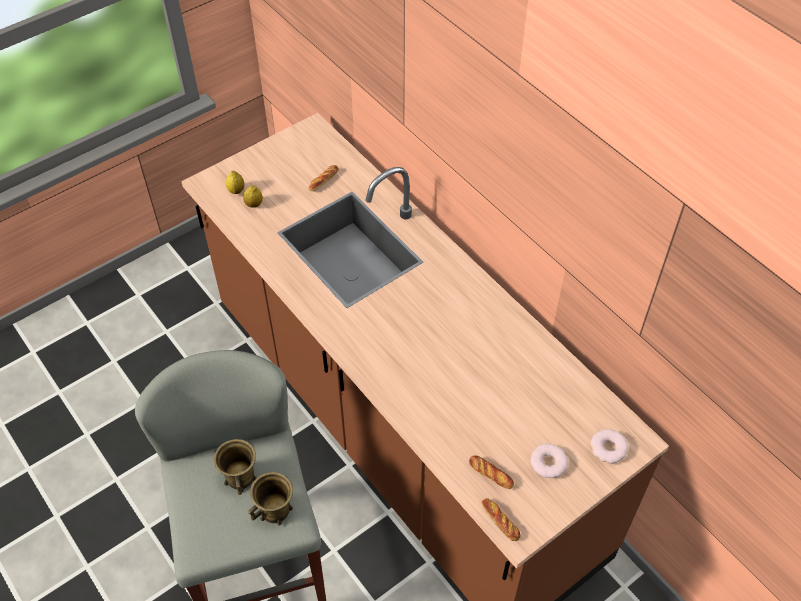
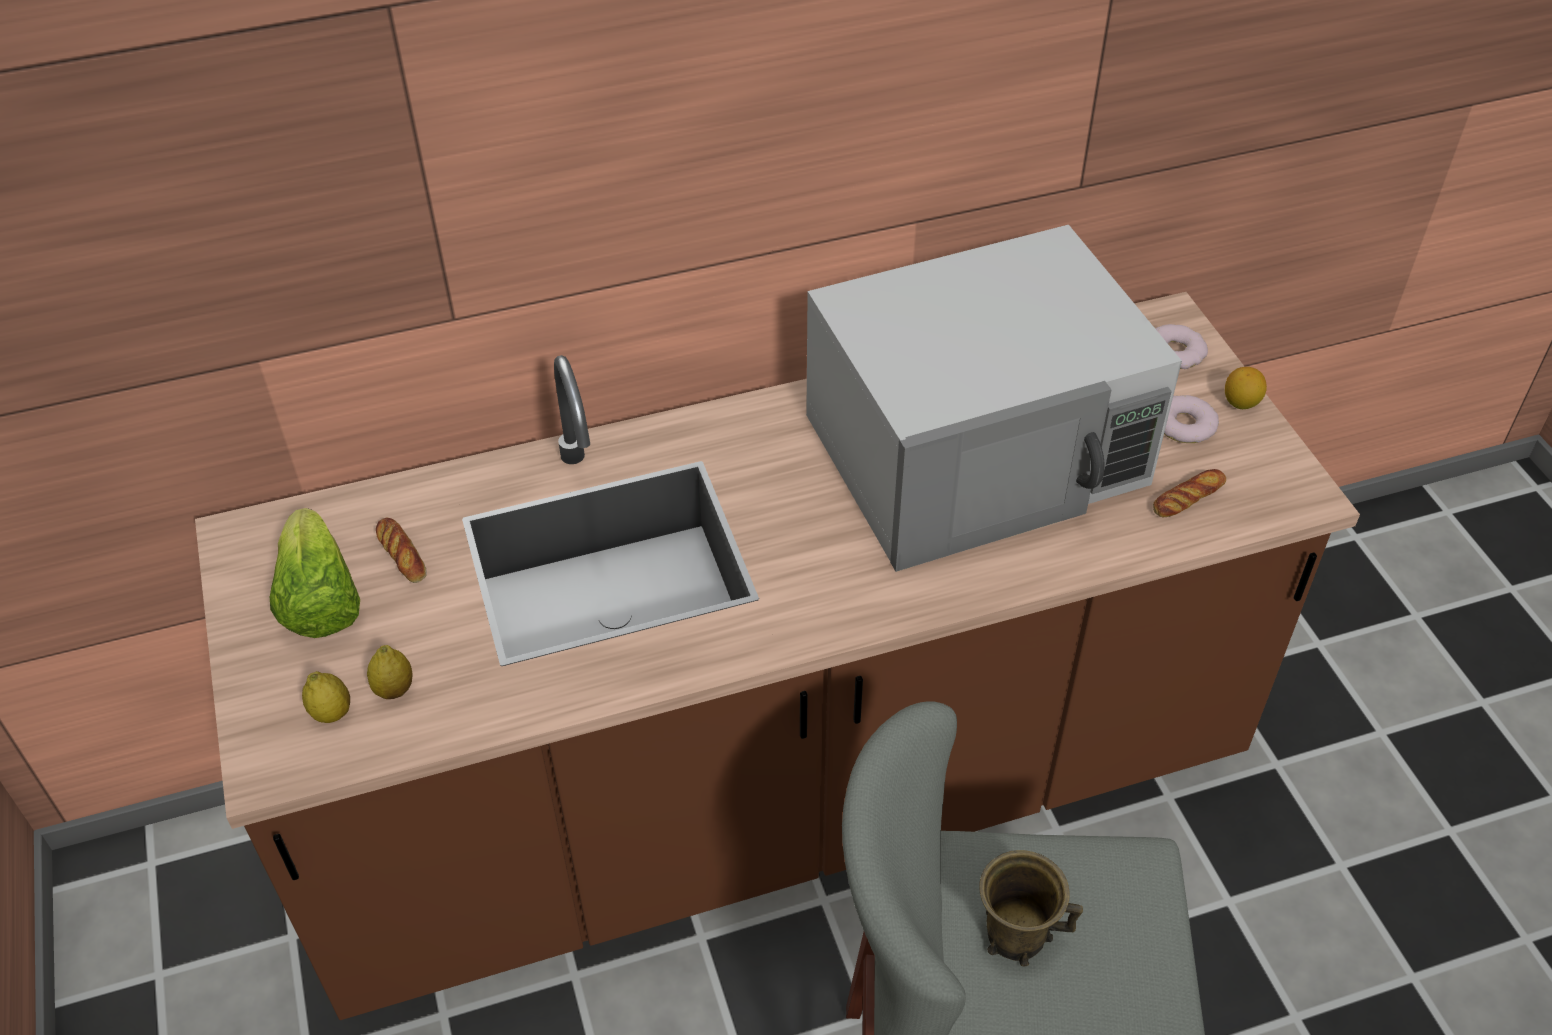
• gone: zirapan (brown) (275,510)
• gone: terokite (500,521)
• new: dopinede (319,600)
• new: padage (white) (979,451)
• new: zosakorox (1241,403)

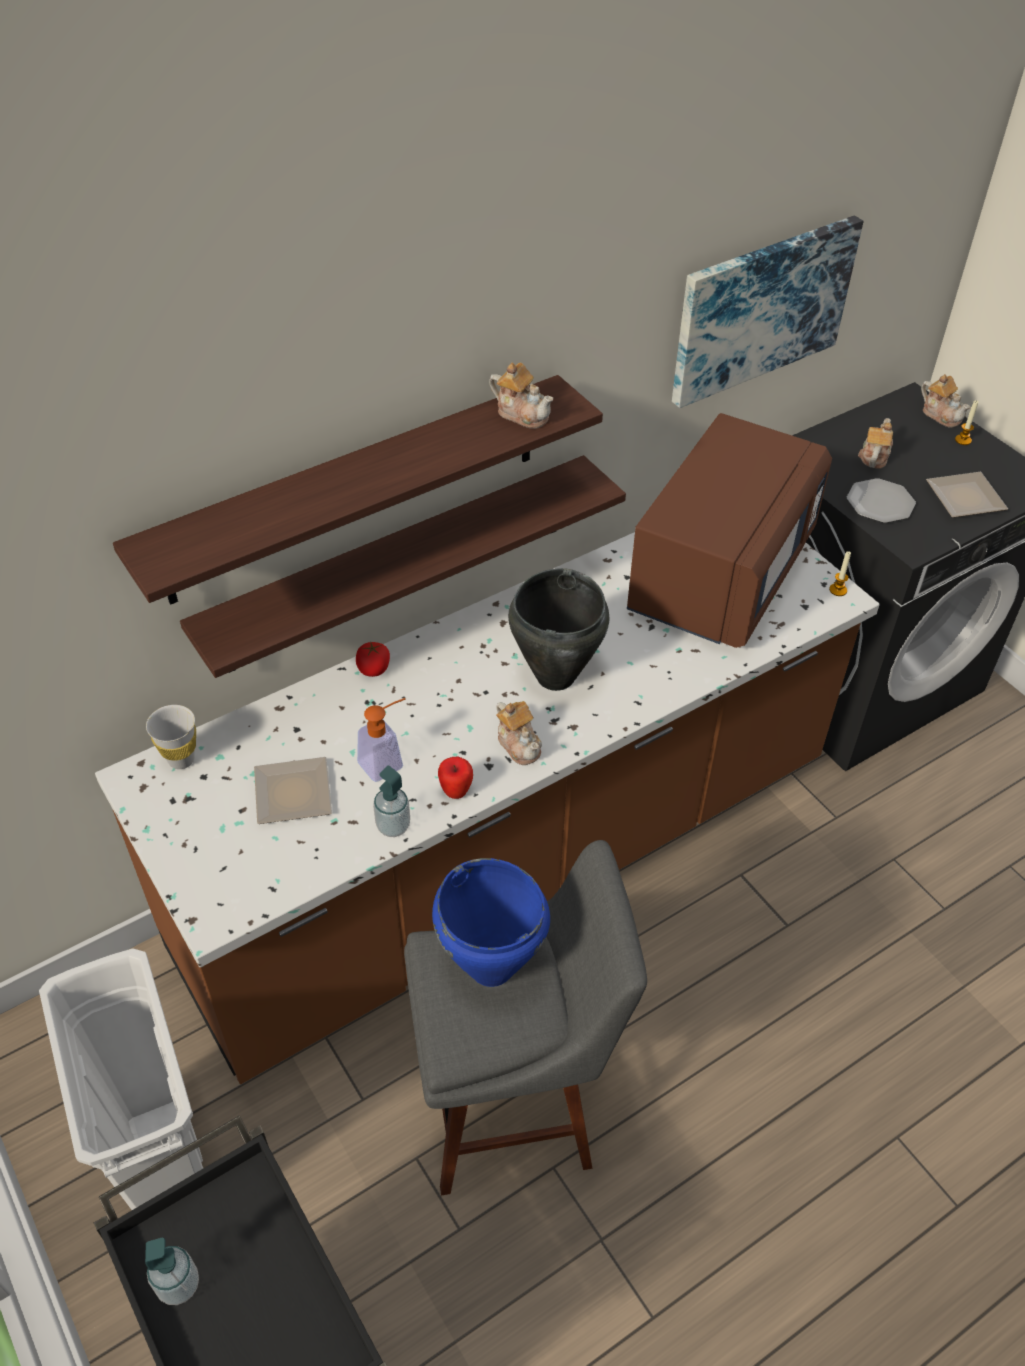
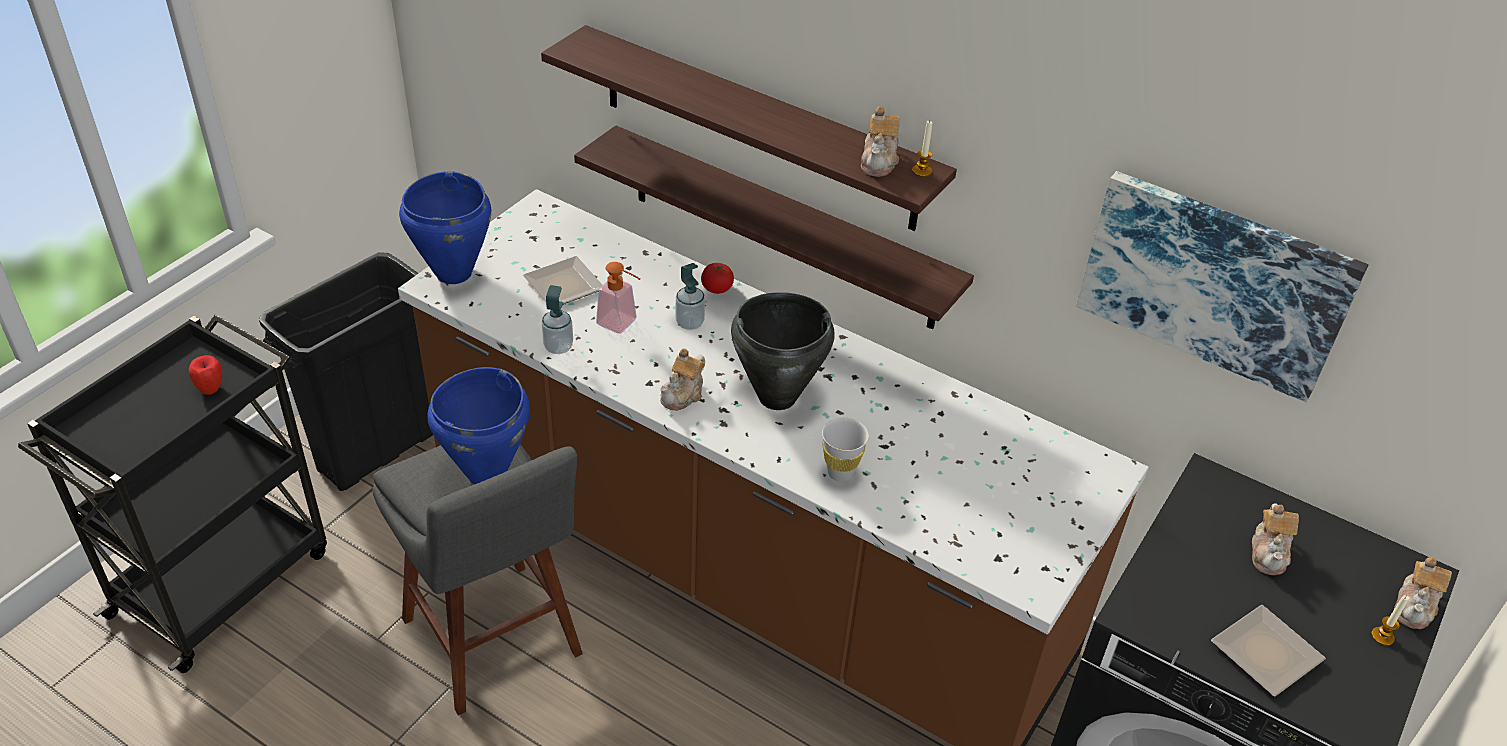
• repainted: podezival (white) (169,1164) to podezival (black) (377,451)
• shifted: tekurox (178,1285) to (690,323)
• shifted: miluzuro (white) (181,759) to (840,473)
• shifted: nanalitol (456,791) to (211,389)
• gone: padage (brown) (719,575)
• shifted: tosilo (838,590) to (922,171)
• gone: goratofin (880,503)
• rotated: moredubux (874,456) = (1269,553) 105 degrees clockwise
• new: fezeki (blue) (453,273)

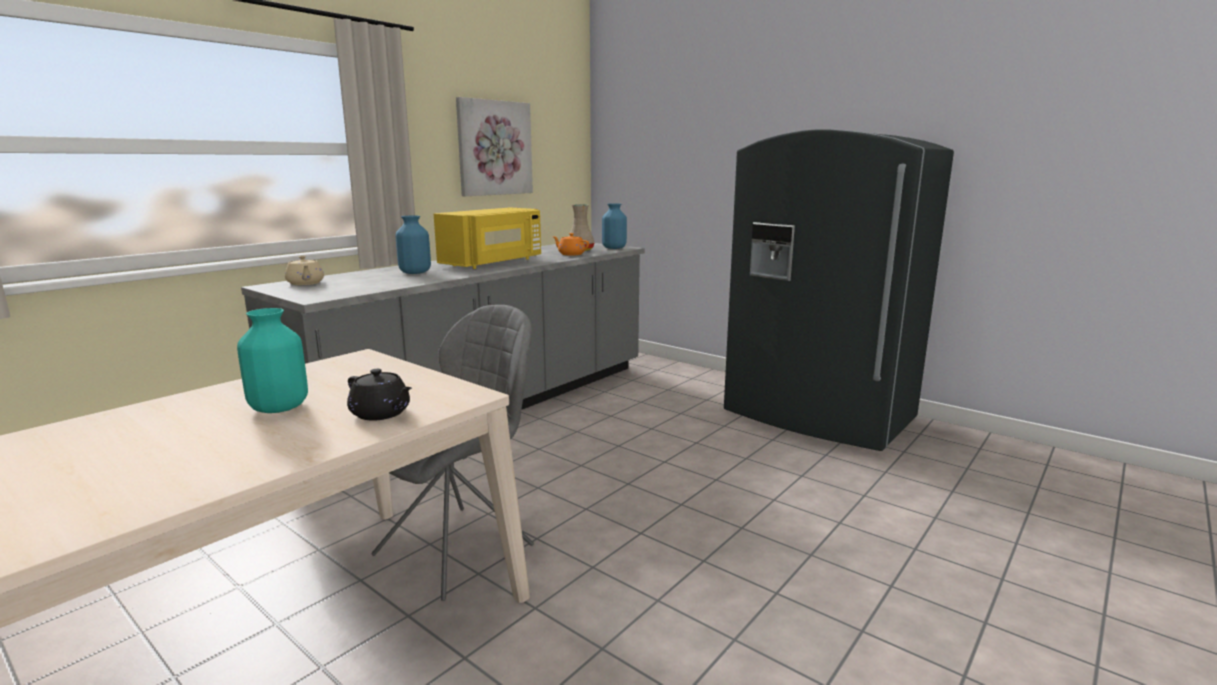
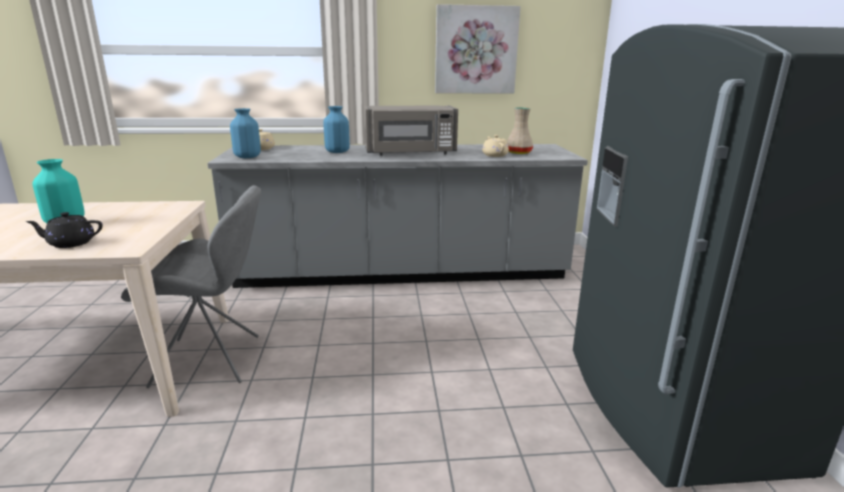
• rotated: moredubux (black) (381,413) = (70,243) 90 degrees clockwise
• repainted: padage (yellow) (494,263) to padage (grey) (410,153)
• repainted: moredubux (orange) (570,254) to moredubux (beige) (494,155)
• shifted: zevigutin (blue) (613,248) to (247,157)

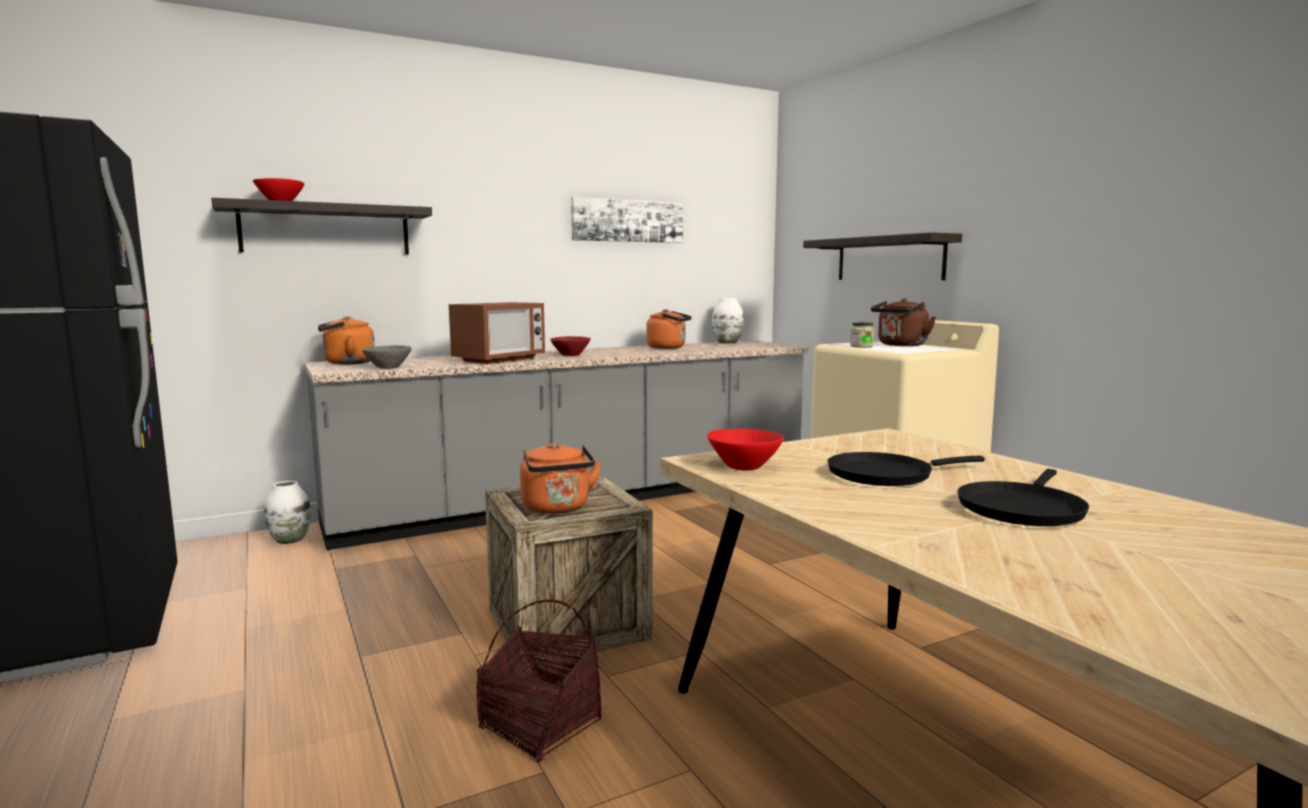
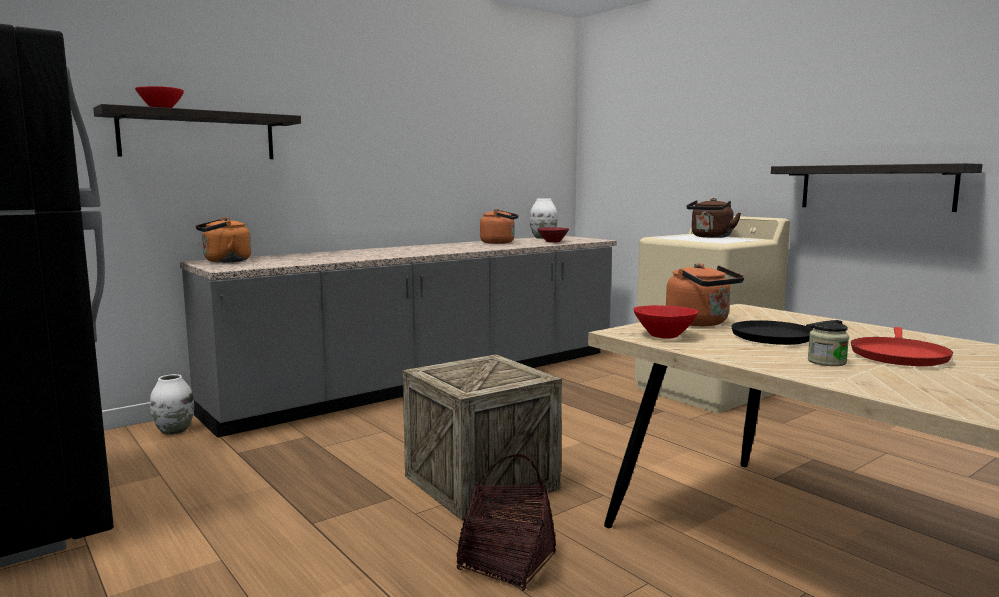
• gone: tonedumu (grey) (387,367)
• gone: padage (499,360)
• shifted: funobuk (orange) (557,508) to (700,323)
• shifted: tonedumu (red) (570,355) to (552,242)
• gone: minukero (627,221)
• shifted: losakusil (889,259) to (875,187)
• shifted: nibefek (861,346) to (826,362)
• repainted: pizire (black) (1021,508) to pizire (red) (898,355)

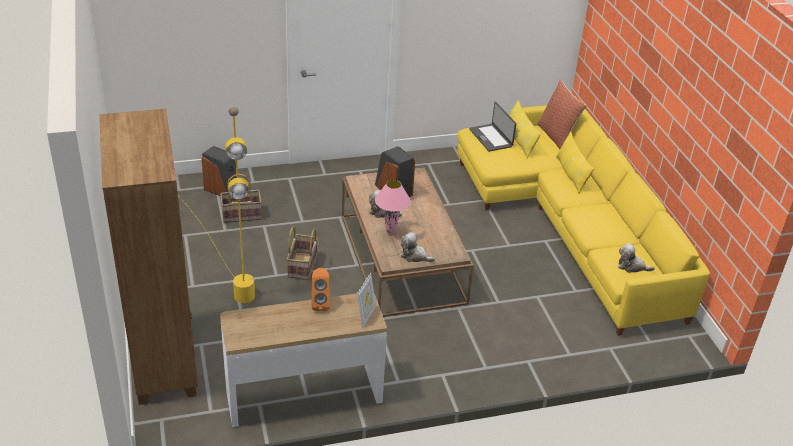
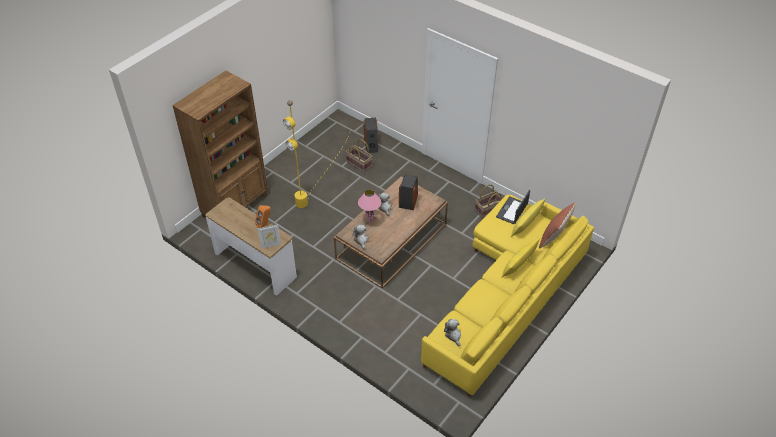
• shifted: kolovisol (303,266) to (488,210)

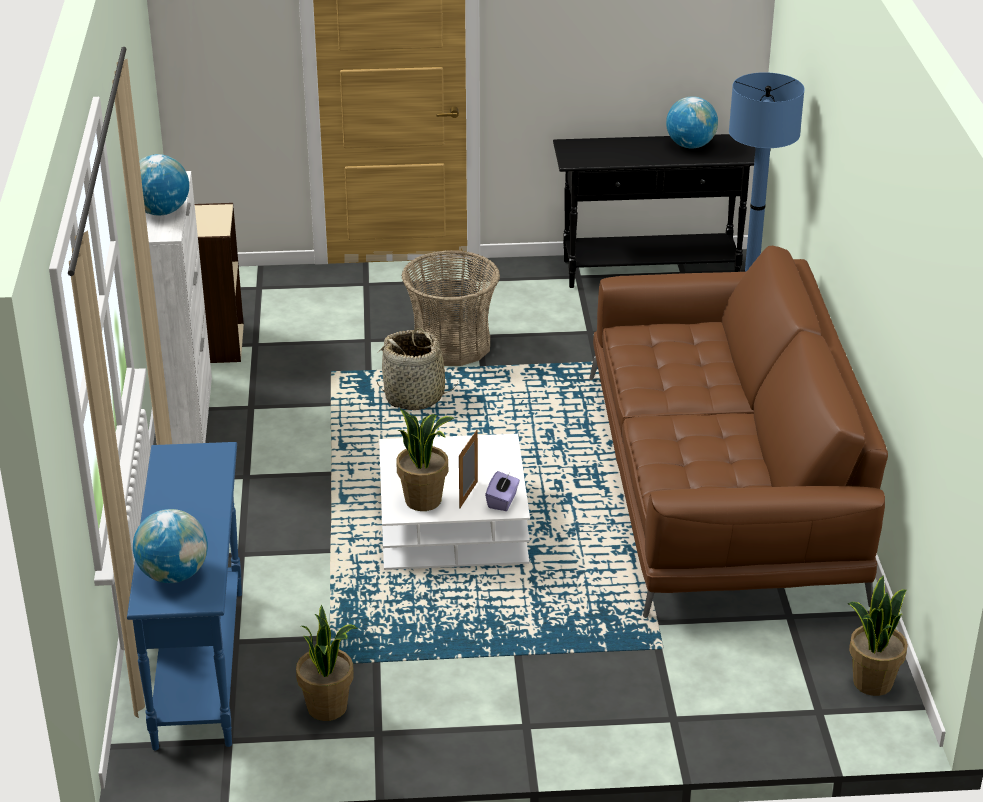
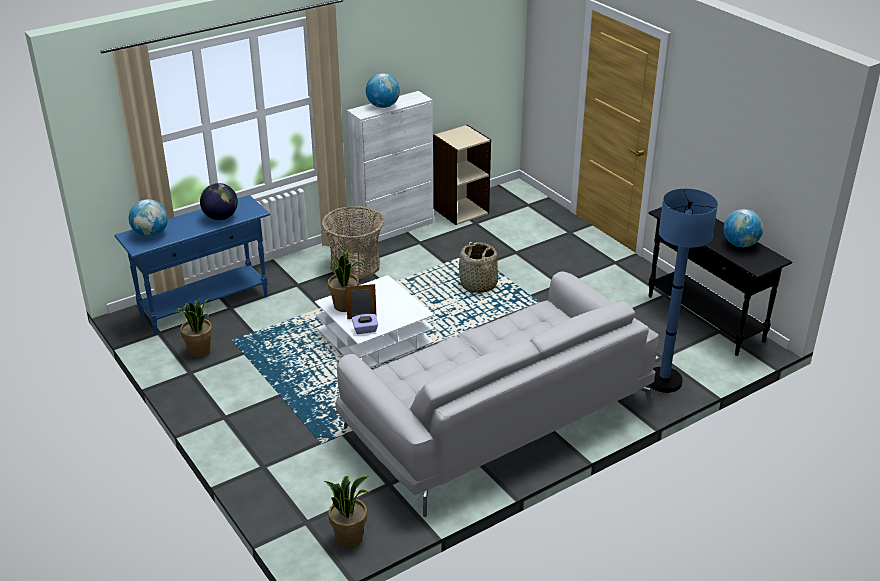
• shifted: kolovisol (451,345) to (355,265)
• repainted: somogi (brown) (720,486) to somogi (grey) (496,418)
• new: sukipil (221,217)

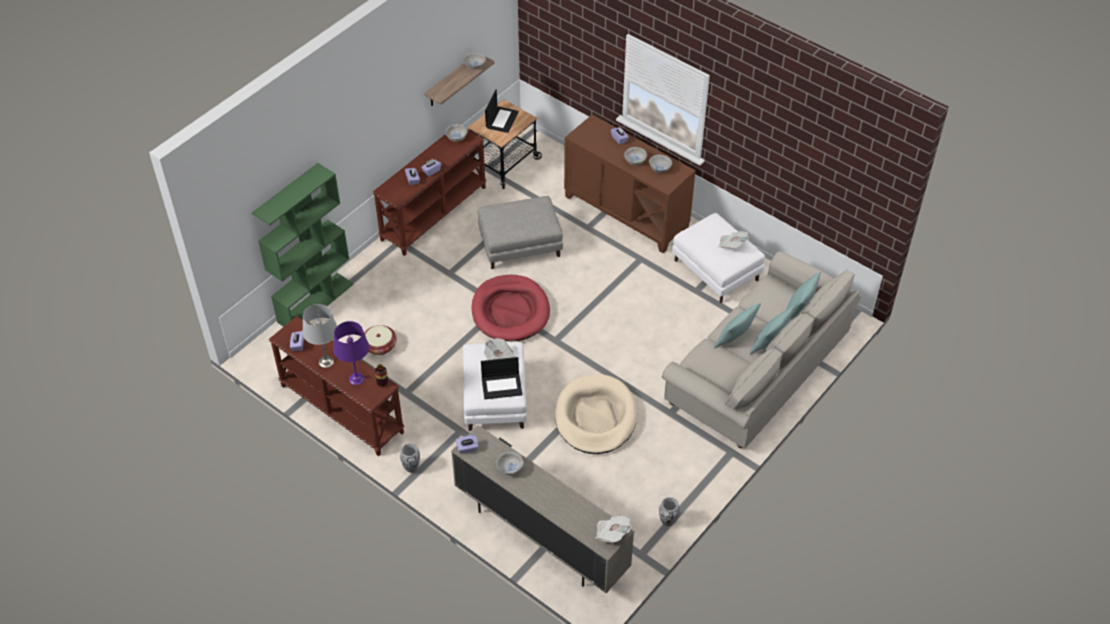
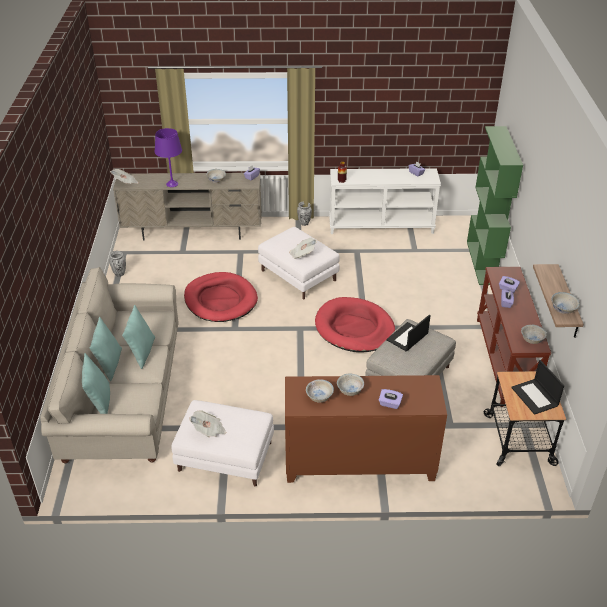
• repainted: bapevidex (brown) (341,409) to bapevidex (white) (381,225)
• gone: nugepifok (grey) (326,362)
• shifted: nugepifok (purple) (356,379) to (172,184)
• gone: kolovisol (380,346)
• shifted: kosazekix (502,386) to (407,337)
• repainted: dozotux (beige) (595,417) to dozotux (red) (220,300)

